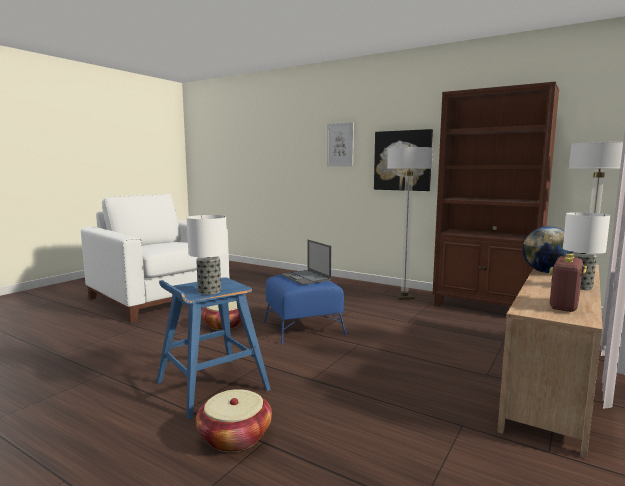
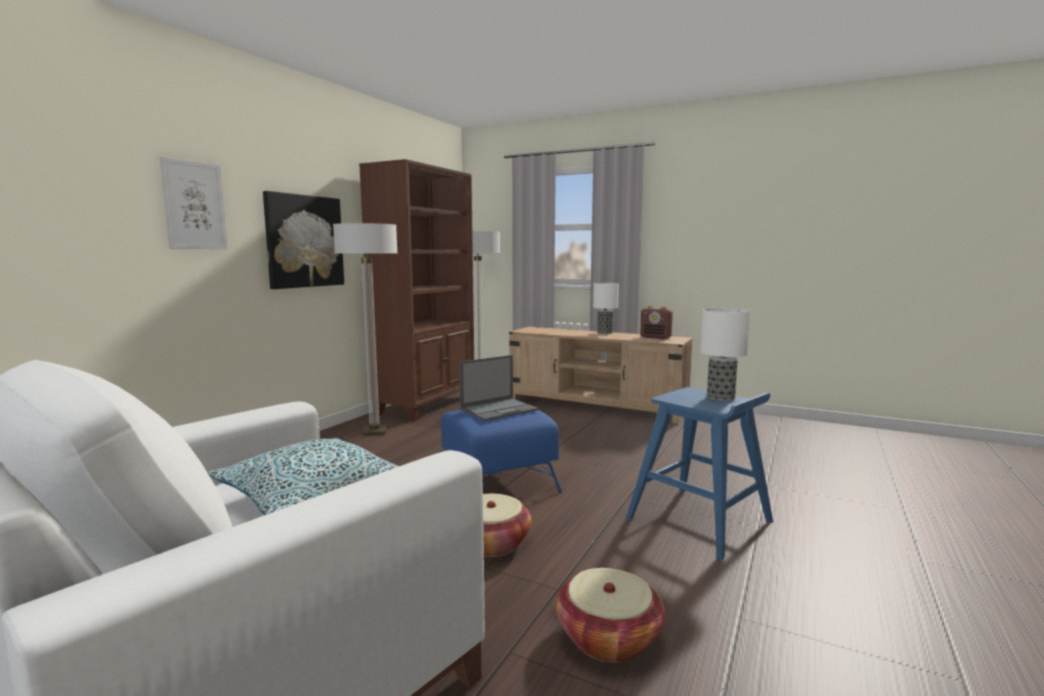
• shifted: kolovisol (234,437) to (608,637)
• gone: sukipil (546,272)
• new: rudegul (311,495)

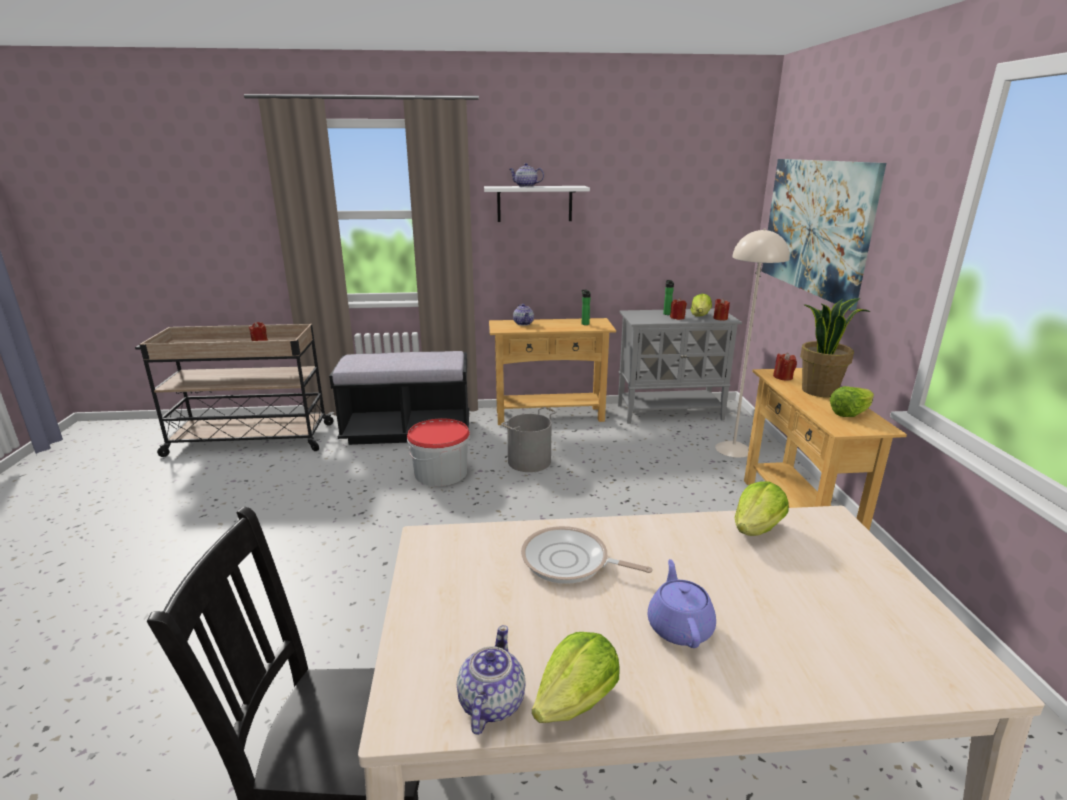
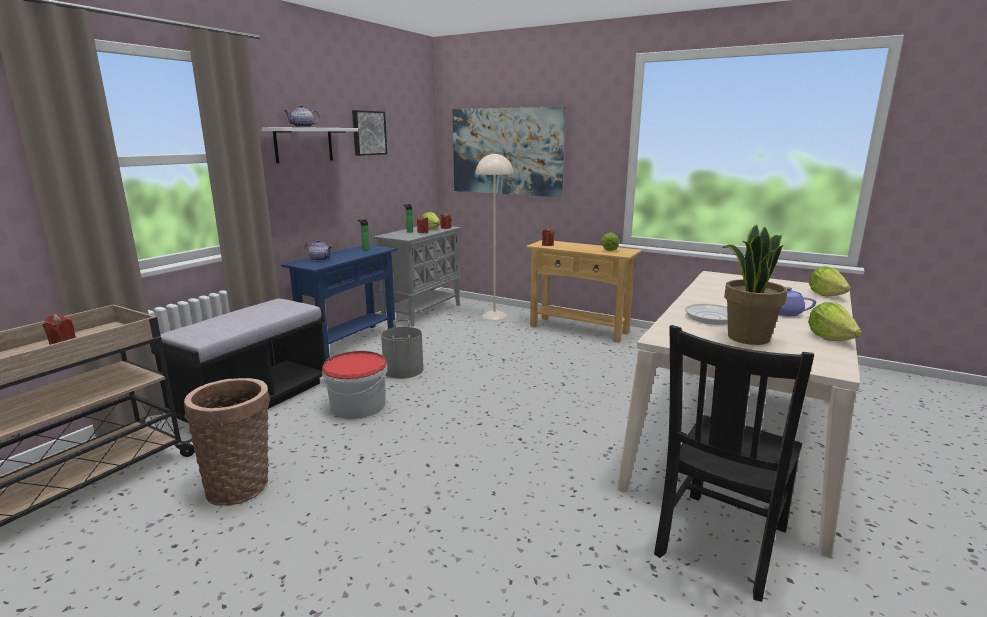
• gone: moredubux (490,703)
• repainted: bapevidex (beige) (549,415) to bapevidex (blue) (350,342)
• shifted: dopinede (757,529) to (826,295)
• shifted: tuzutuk (819,390) to (747,337)
• new: kolovisol (241,485)
• new: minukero (368,133)

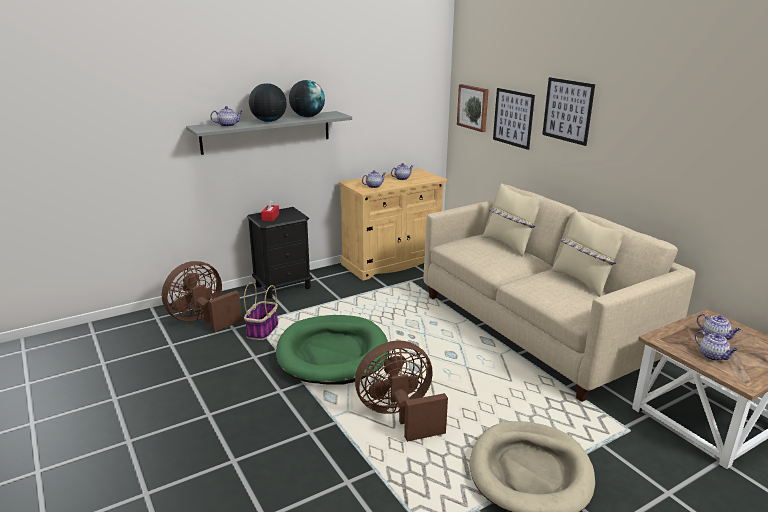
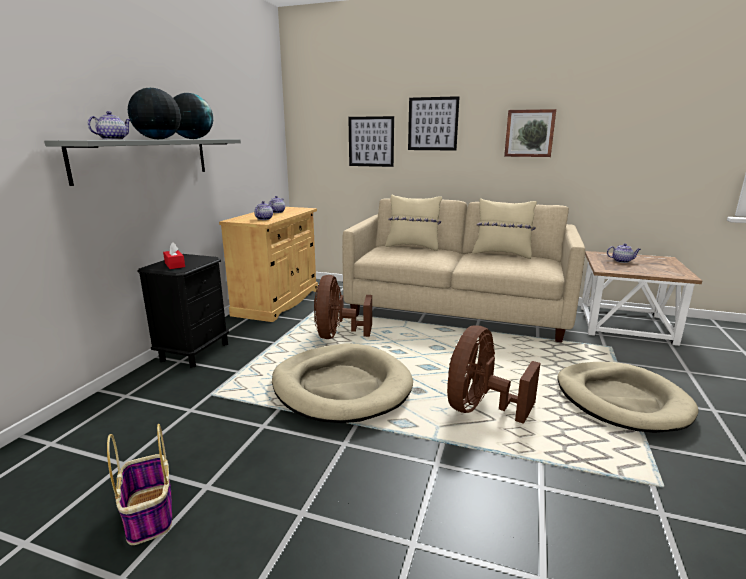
• shifted: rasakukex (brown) (202,320) to (337,335)
• shifted: kolovisol (262,330) to (150,514)
• repainted: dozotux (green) (332,353) to dozotux (beige) (341,387)
• shifted: minukero (473,107) to (529,133)
• gone: moredubux (713,356)

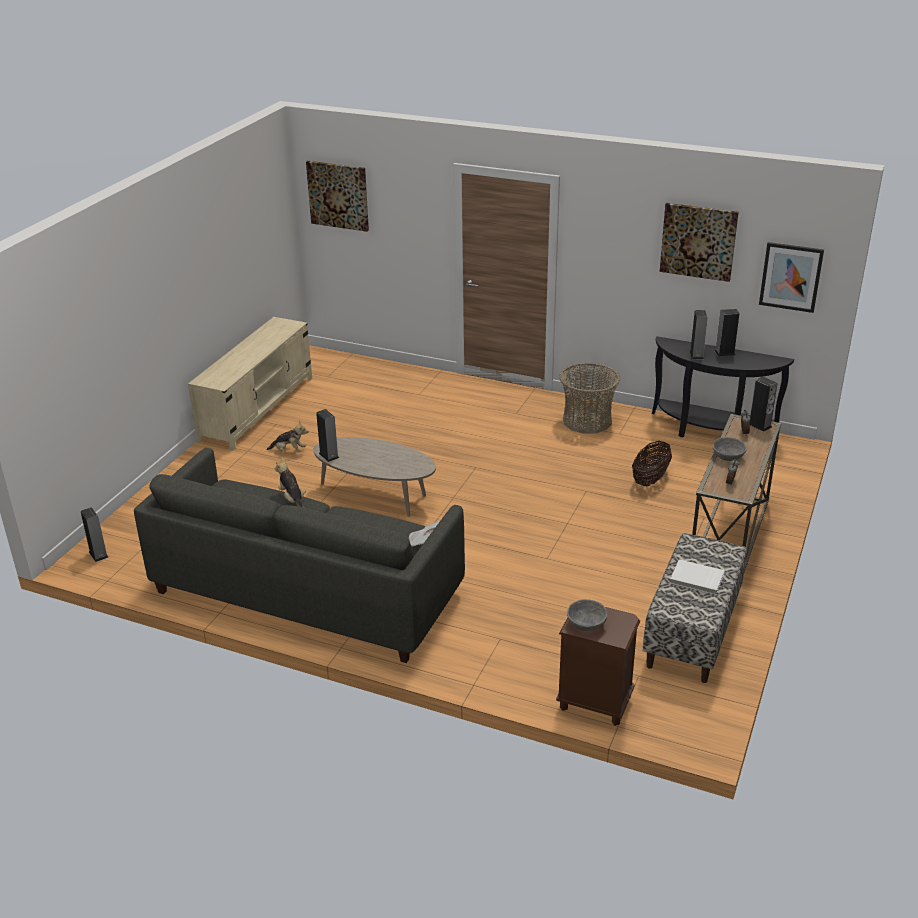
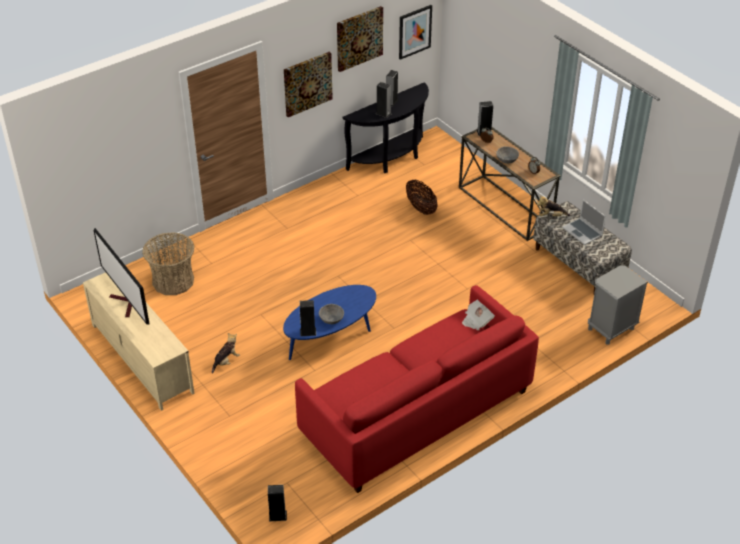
• repainted: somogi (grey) (306,591) to somogi (red) (416,413)
• shifted: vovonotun (292,500) to (551,216)
• shifted: minukero (338,195) to (307,83)
• repainted: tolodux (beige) (376,496) to tolodux (blue) (331,338)
• repainted: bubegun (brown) (594,703) to bubegun (grey) (611,329)
• shifted: kolovisol (587,421) to (173,281)
• shifted: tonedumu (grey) (586,623) to (331,319)
• swapped: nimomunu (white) (696,579) to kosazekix (583,232)
• new: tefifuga (126,304)

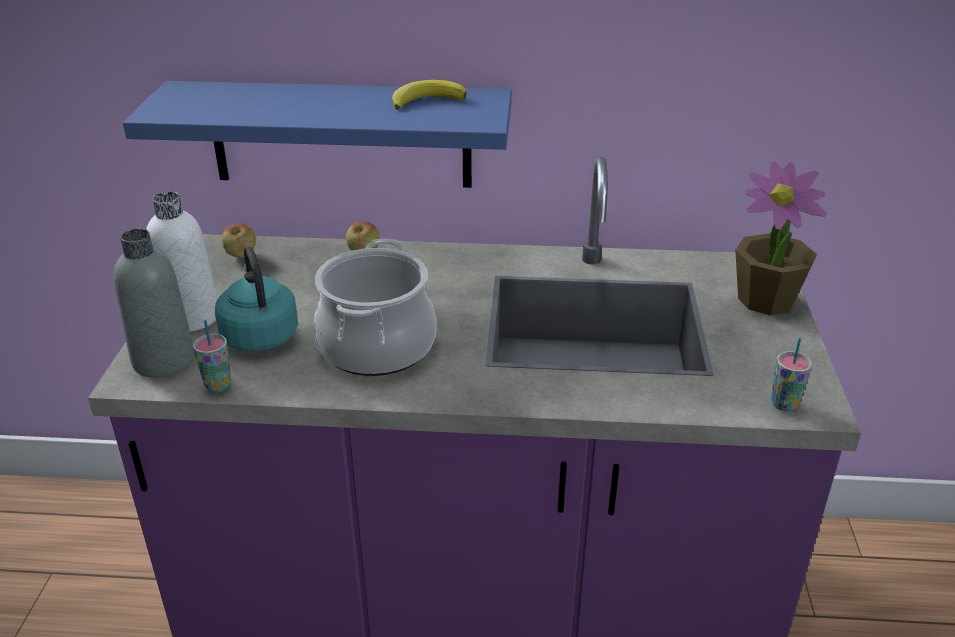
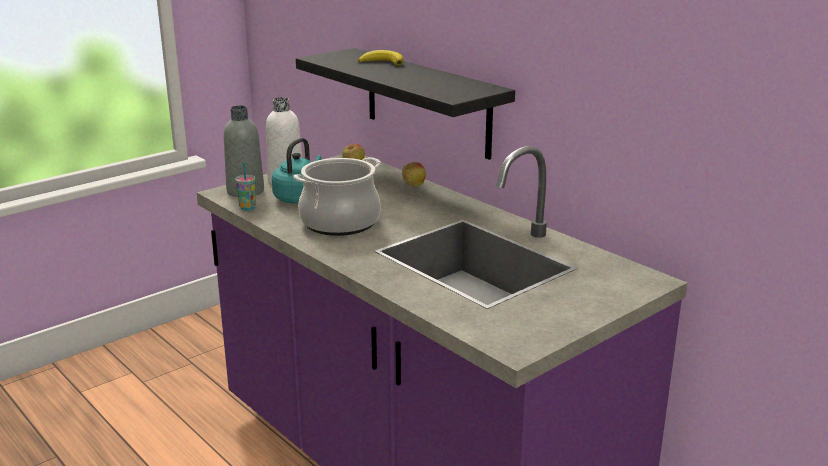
• repainted: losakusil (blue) (341,134) to losakusil (black) (427,102)
• shifted: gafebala (426,100) to (383,62)
• gone: tuzutuk (766,300)
• gone: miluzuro (784,404)

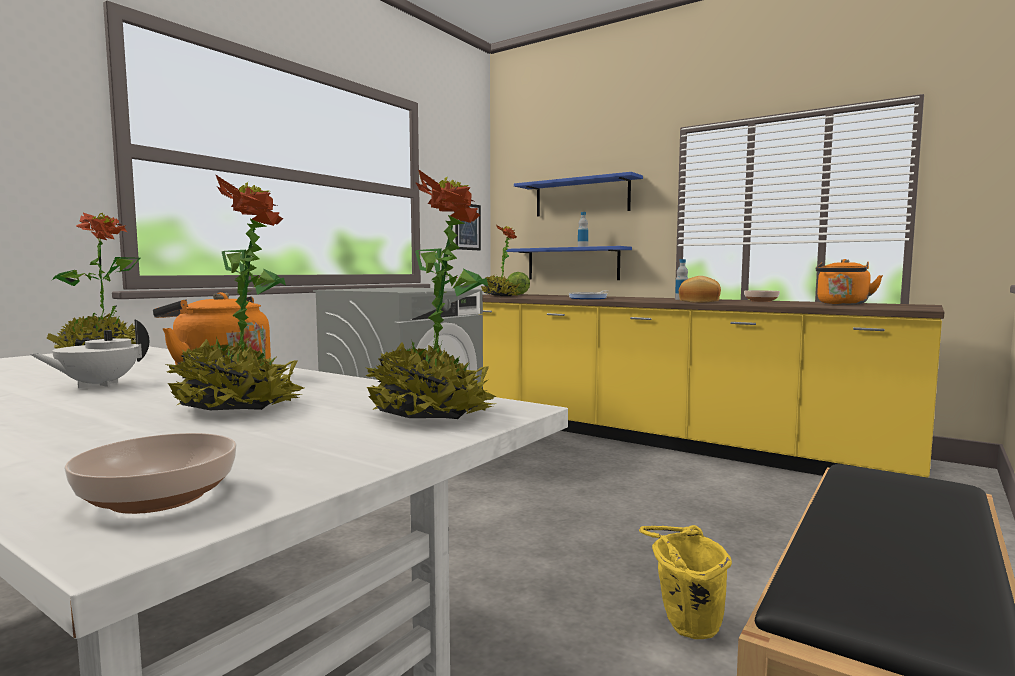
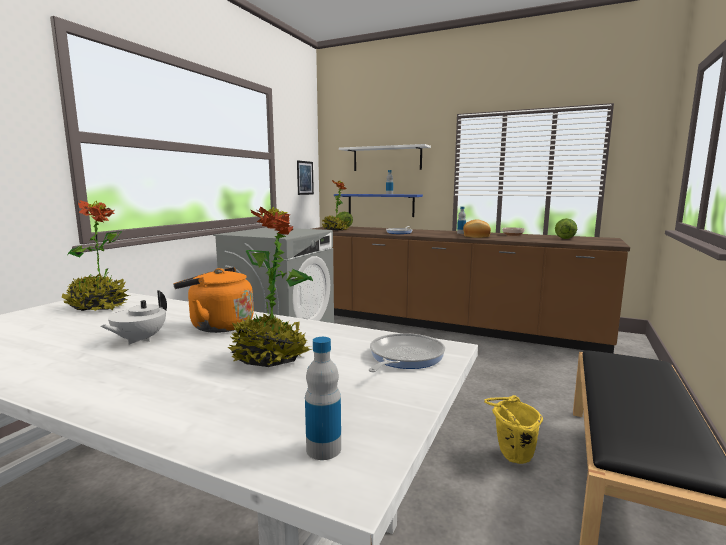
• swapped: tonedumu (157,496) to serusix (323,449)
• swapped: tuzutuk (430,414) to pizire (404,357)
• repainted: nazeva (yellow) (655,438) to nazeva (brown) (444,324)
• repainted: losakusil (blue) (581,197) to losakusil (white) (387,158)
• swapped: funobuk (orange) (842,304) to dopinede (565,238)

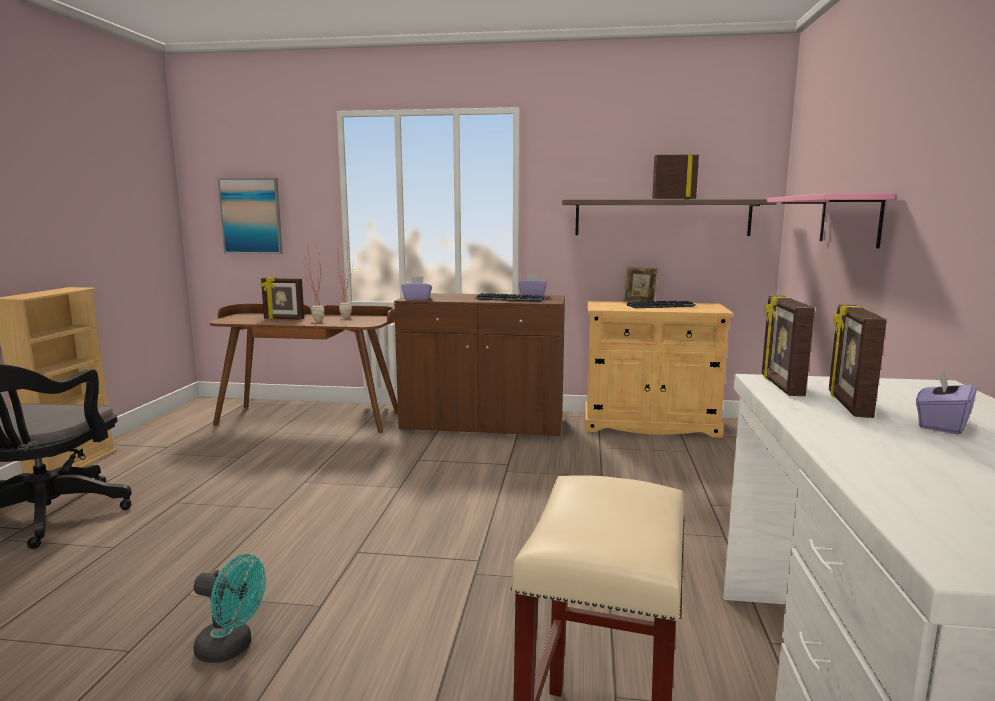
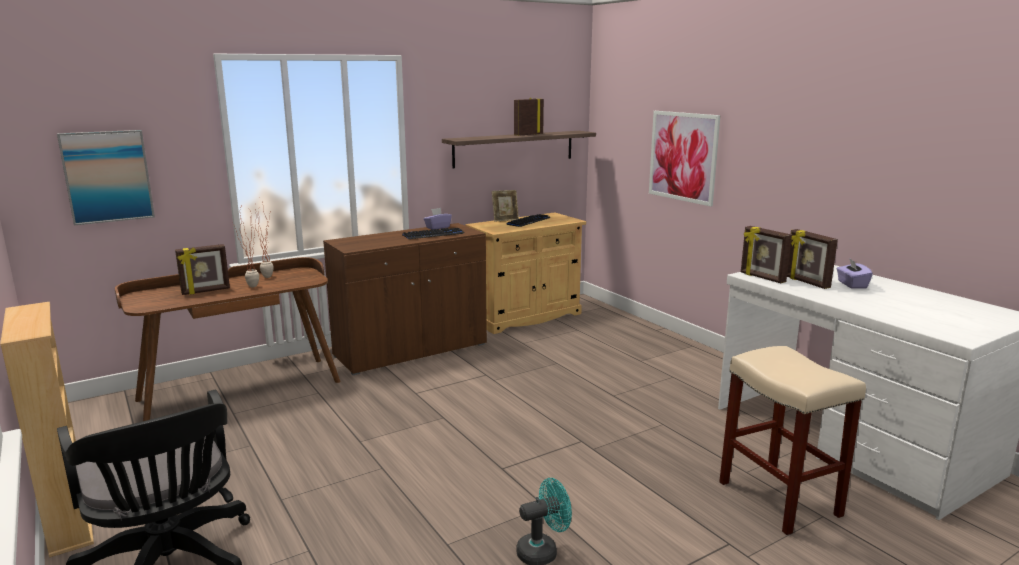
• gone: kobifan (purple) (417,299)
• swapped: losakusil (pink) (849,220) to minukero (683,156)

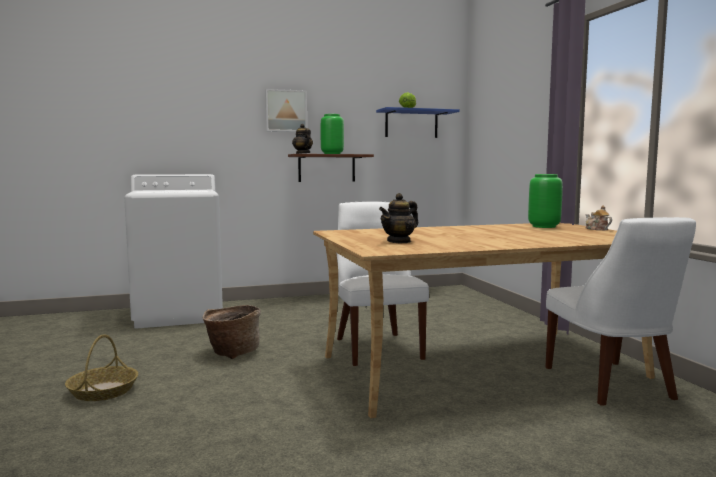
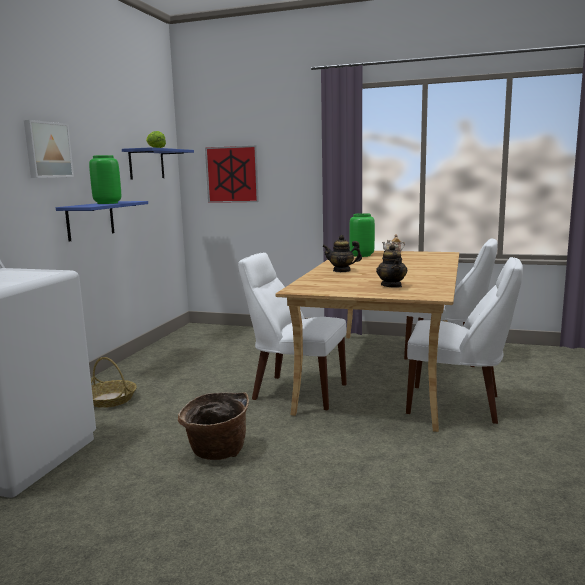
• shifted: kolovisol (103,391) to (111,399)
• repainted: losakusil (brown) (326,168) to losakusil (blue) (90,220)
• shifted: moredubux (302,153) to (342,270)
• new: minukero (232,174)
• new: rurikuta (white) (458,405)

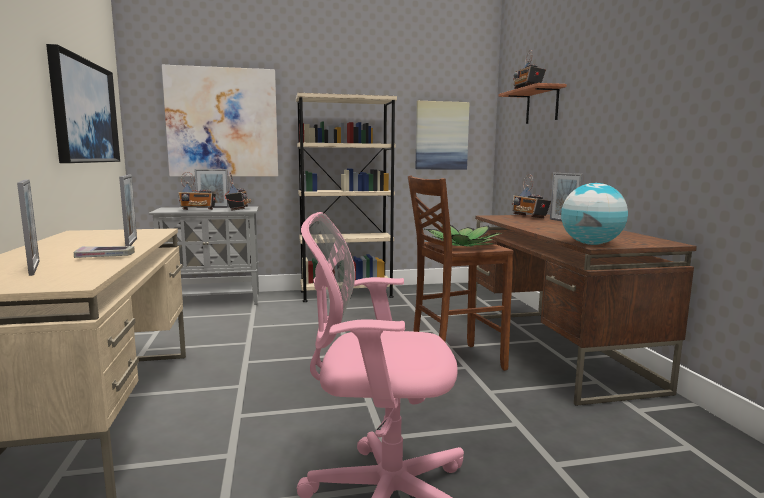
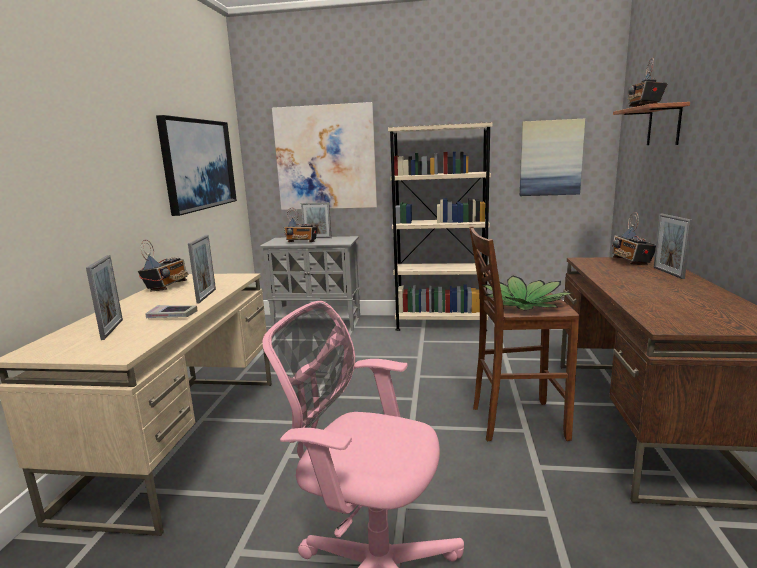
• shifted: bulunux (238,209) to (167,286)
• gone: sukipil (591,244)

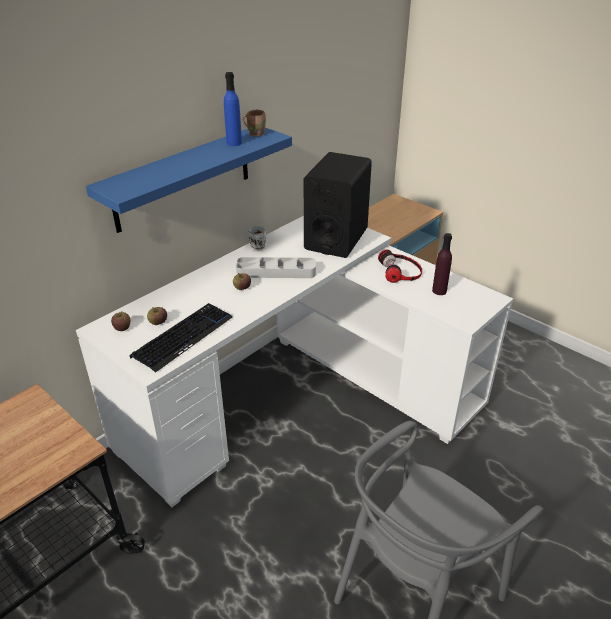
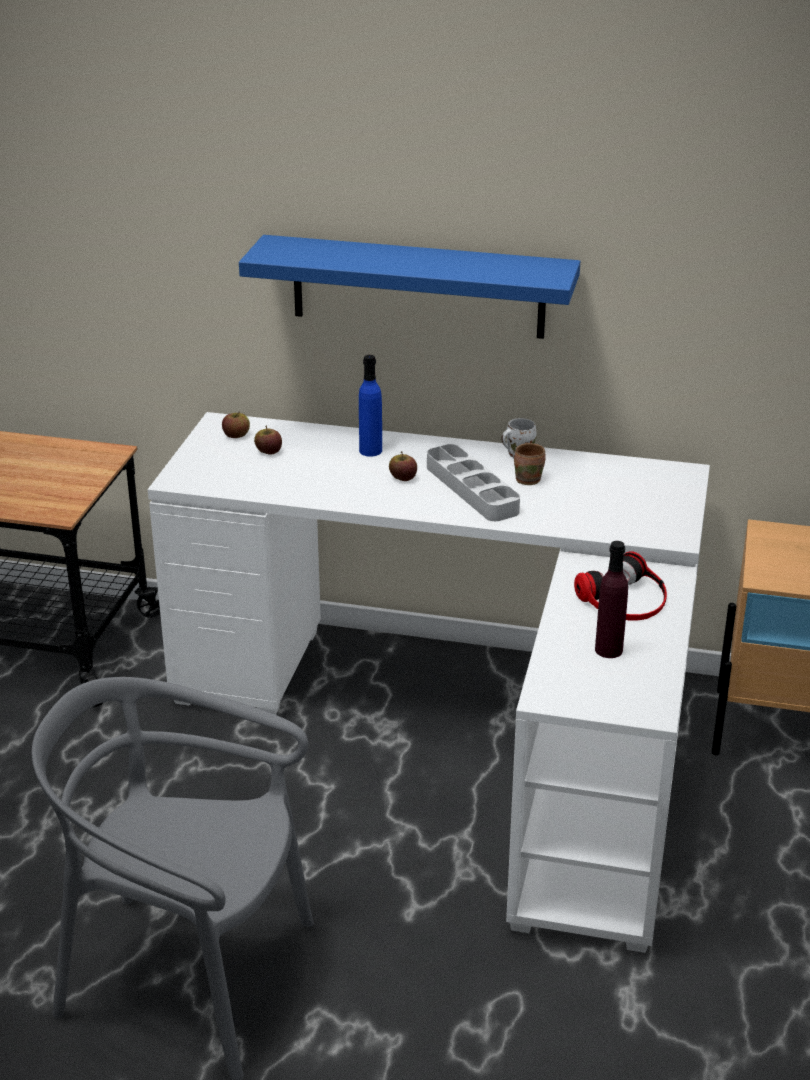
• gone: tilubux (183,337)
• shifted: serusix (blue) (234,143) to (370,451)
• shifted: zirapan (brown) (256,133) to (528,479)
• gone: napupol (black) (336,239)

